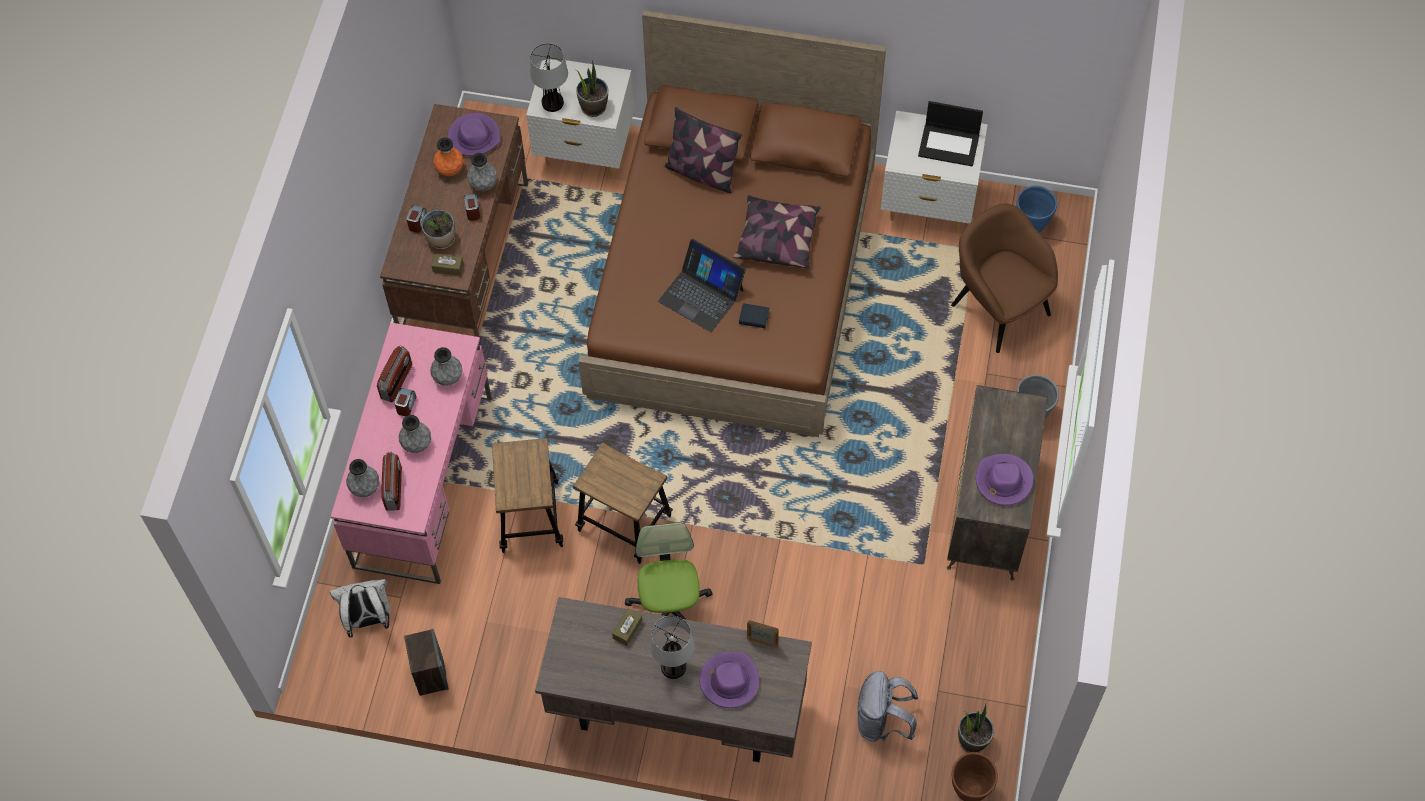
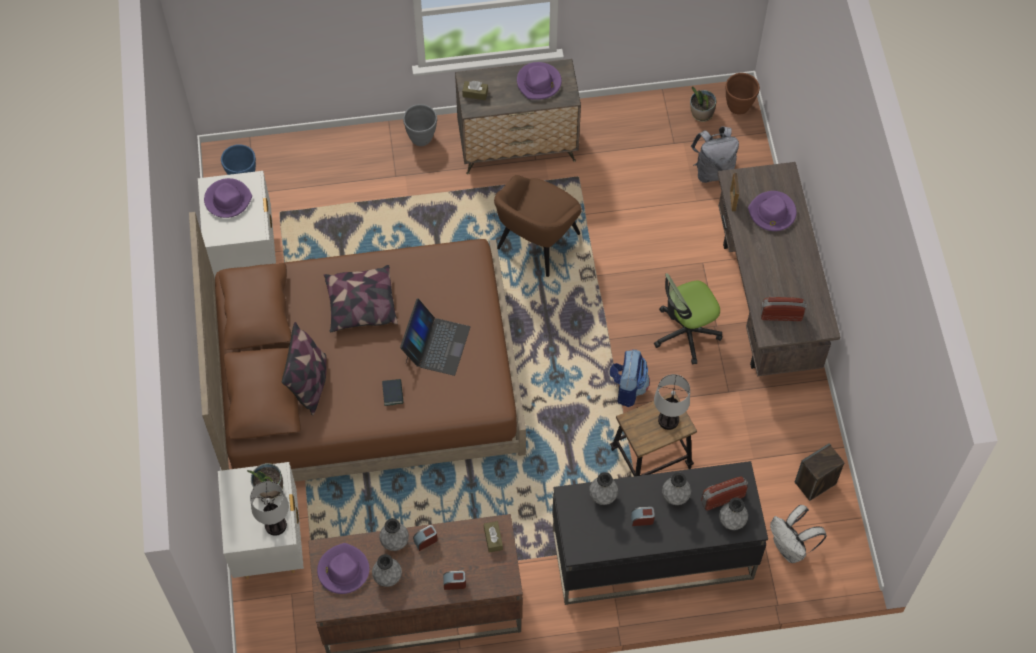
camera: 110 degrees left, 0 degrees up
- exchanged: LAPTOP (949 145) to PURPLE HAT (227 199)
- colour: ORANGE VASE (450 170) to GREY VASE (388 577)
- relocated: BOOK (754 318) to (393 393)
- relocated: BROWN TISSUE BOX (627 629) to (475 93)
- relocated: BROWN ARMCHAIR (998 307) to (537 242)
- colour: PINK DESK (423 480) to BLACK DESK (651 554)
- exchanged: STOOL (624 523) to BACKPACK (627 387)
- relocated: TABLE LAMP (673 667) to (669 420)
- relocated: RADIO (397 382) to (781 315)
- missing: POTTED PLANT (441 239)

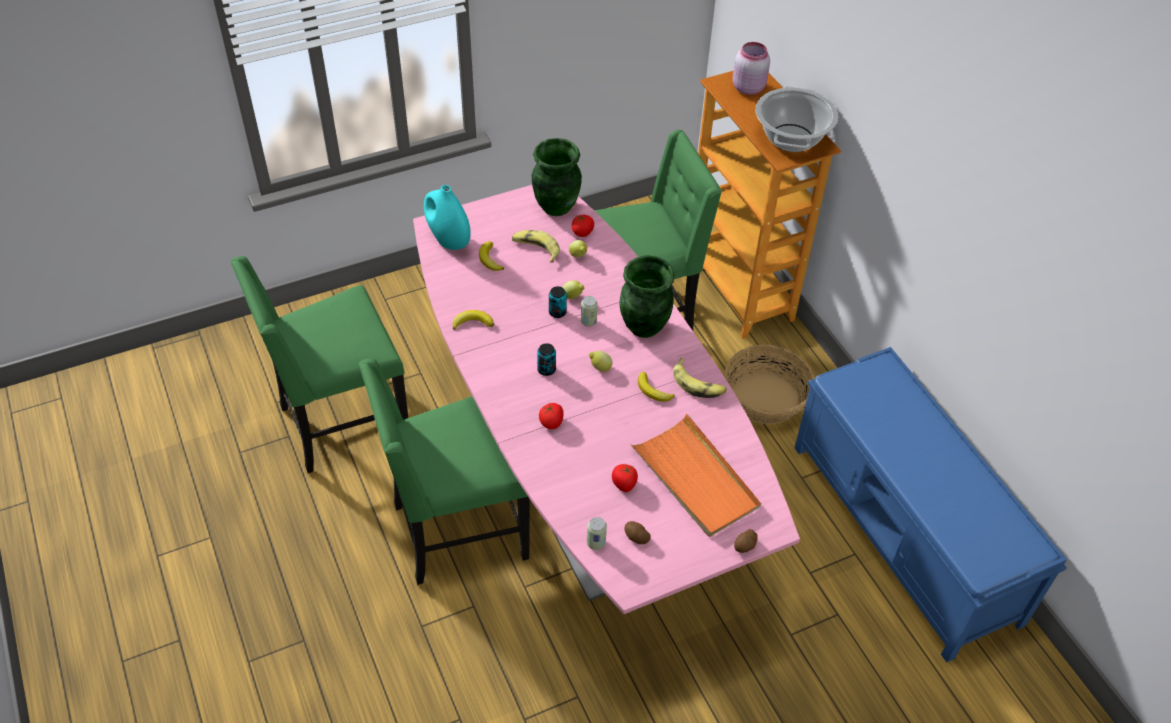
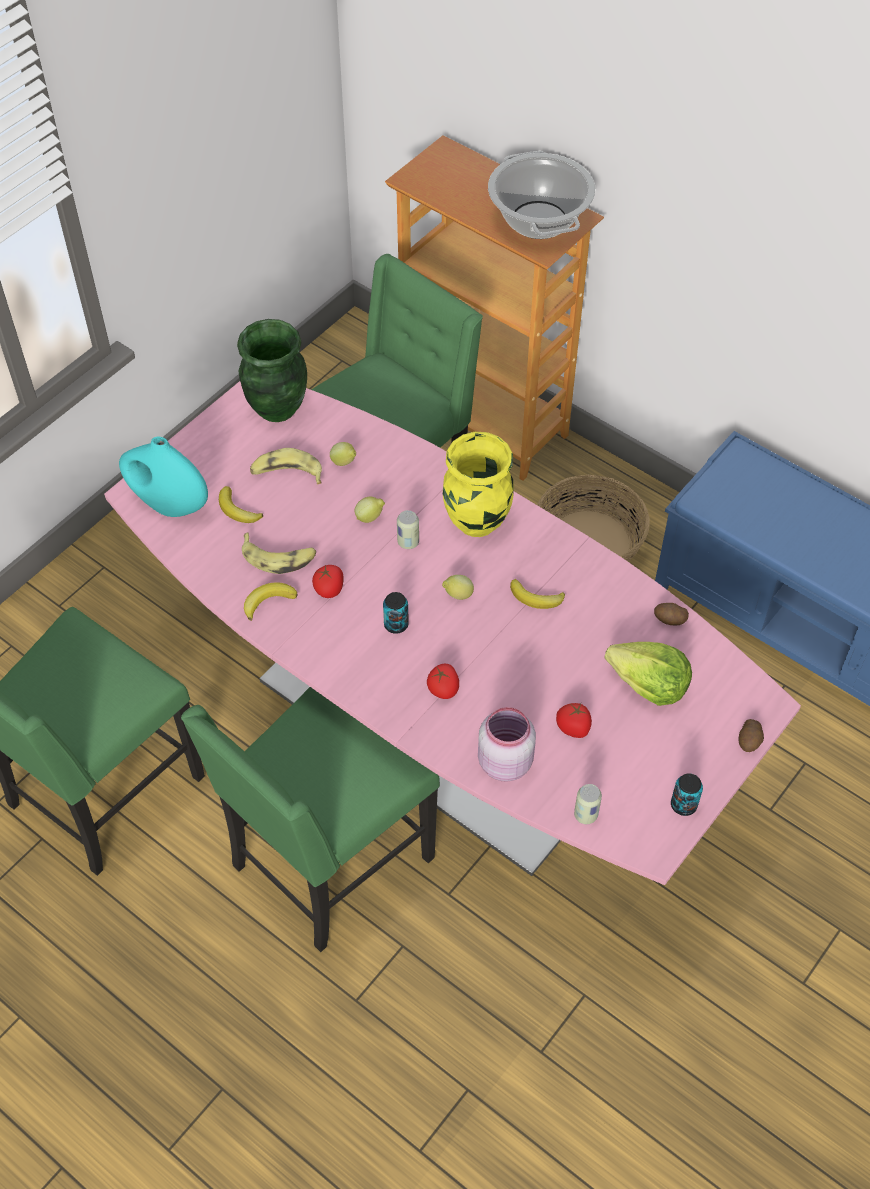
camera: 25 degrees left, 5 degrees up
- relocated: BANANA (698 384) to (279 557)
- relocated: TOMATO (582 232) to (329 589)
- colour: GREEN VASE (644 327) to YELLOW VASE (477 522)
- relocated: PINK JAR (748 87) to (504 761)
- exchanged: ORANGE TRAY (695 479) to LETTUCE (648 685)
- relocated: POTATO (636 537) to (669 620)
- relocated: CAN (557 312) to (683 805)

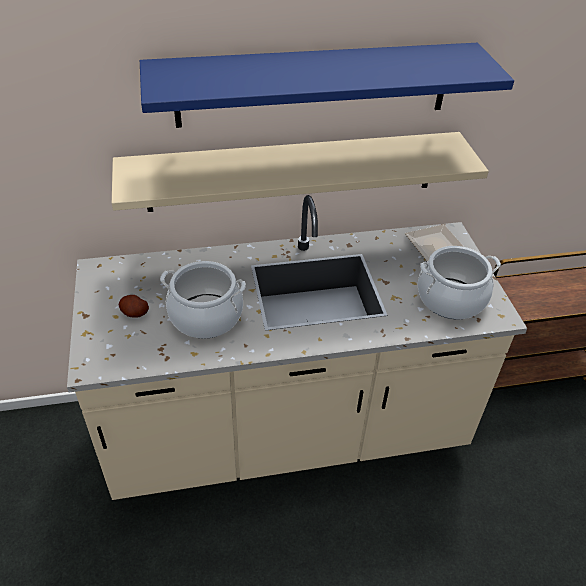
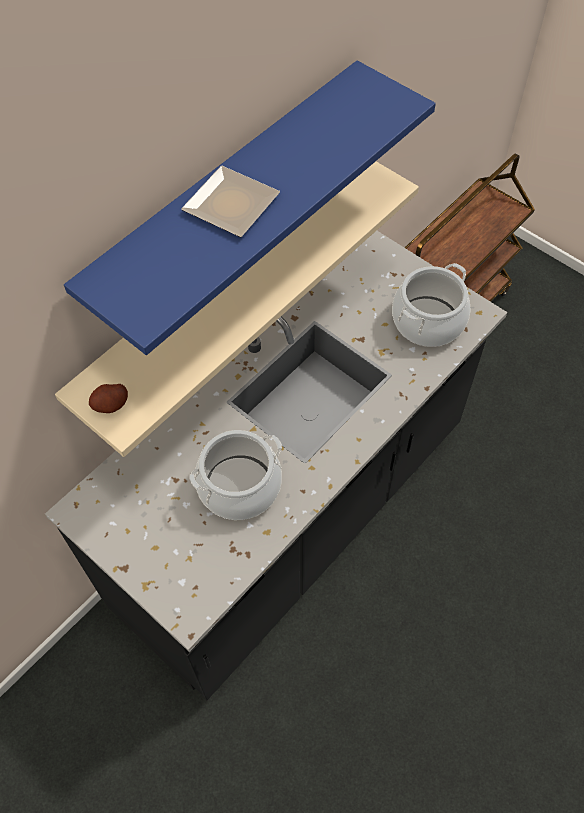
camera: 35 degrees left, 15 degrees up
- colour: BEIGE COUNTER (287 432) to BLACK COUNTER (294 518)
- relocated: POTATO (134 313) to (111 405)
- relocated: PLATE (434 246) to (232 207)

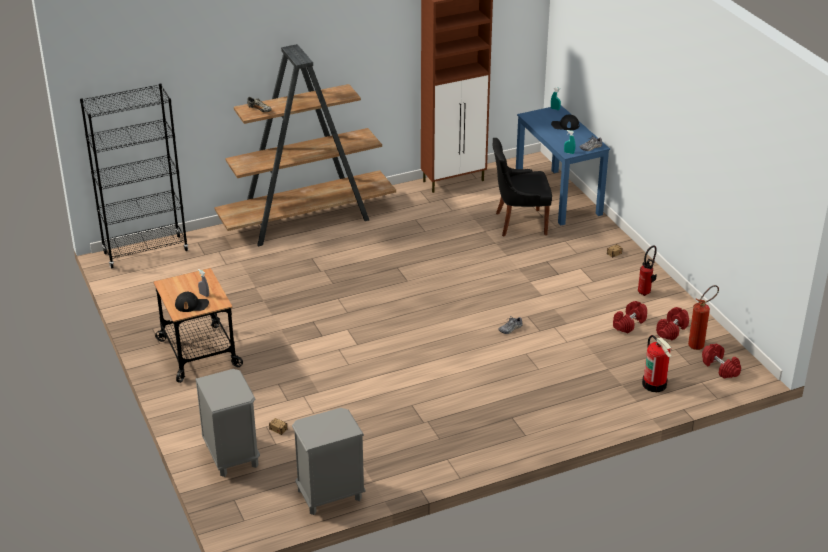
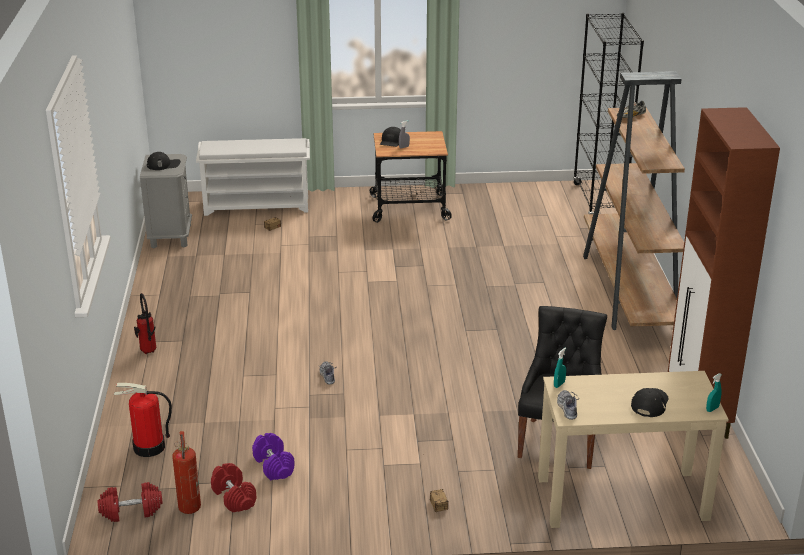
camera: 110 degrees right, 5 degrees down
- relocated: FIRE EXTINGUISHER (646 292) to (148 352)
- appeared: BLACK CAP (163 164)
- exchanged: GREY NIGHTSTAND (231 455) to WHITE SHOE RACK (258 205)
- colour: RED DUMBBELL (629 323) to PURPLE DUMBBELL (274 466)
- colour: BLUE DESK (558 197) to BEIGE DESK (621 498)

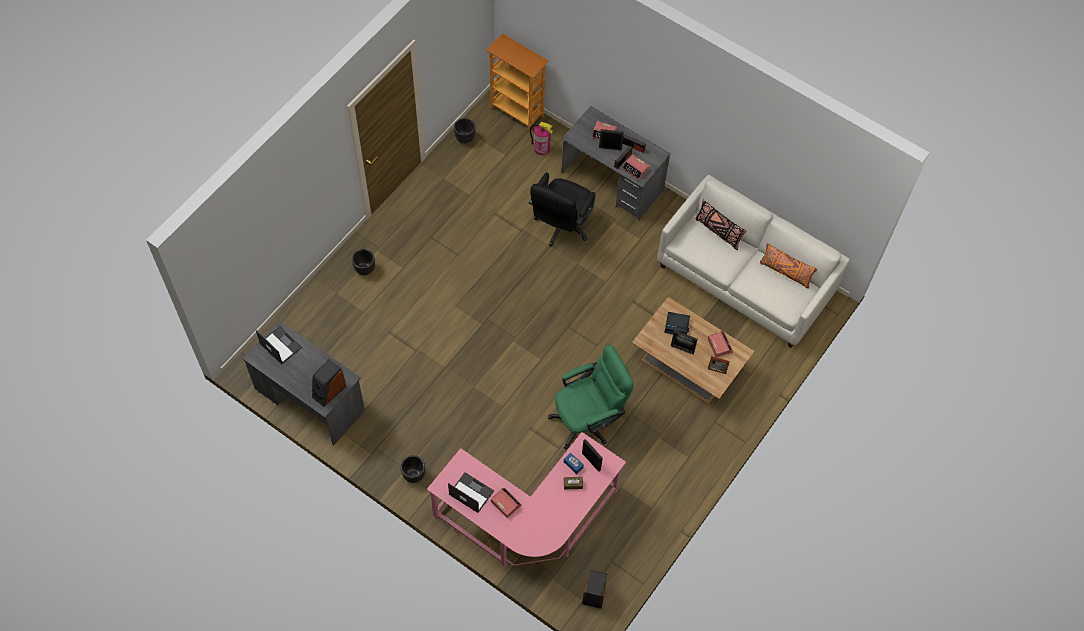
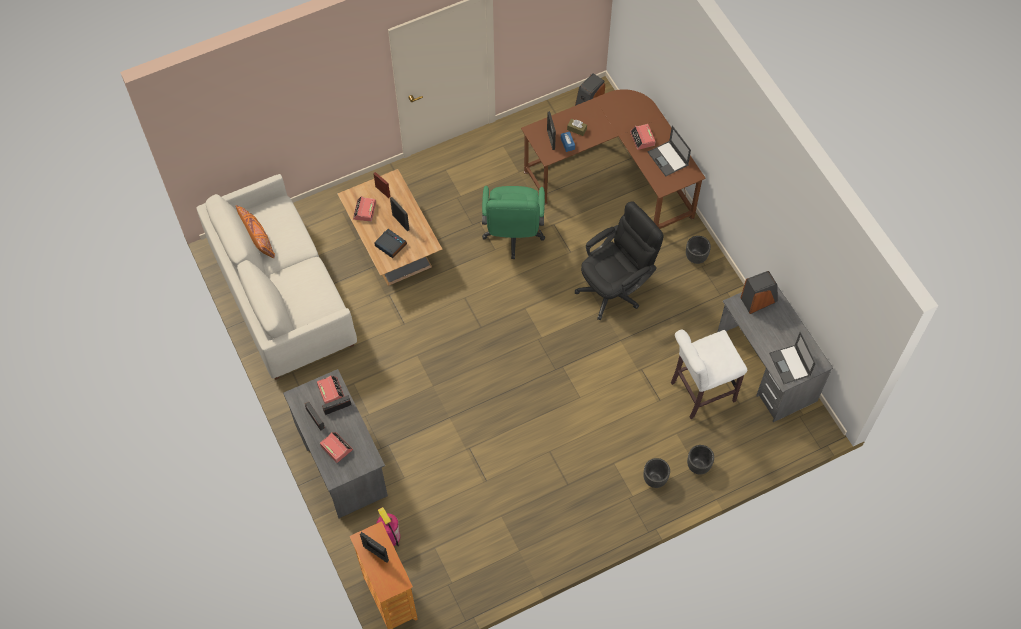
camera: 150 degrees left, 0 degrees up
- relocated: PICTURE FRAME (610 148) to (376 553)
- spun: GREEN OFFICE CHAIR (588 419) = (513 236) 90 degrees counterclockwise
- colour: PINK DESK (529 522) to BROWN DESK (613 178)
- relocated: BLACK OFFICE CHAIR (561 227) to (615 288)
- appeared: WHITE STOOL (699 393)
- relocated: BLACK PLANTER (465 138) to (698 466)
- missing: BLACK PILLOW (718 231)

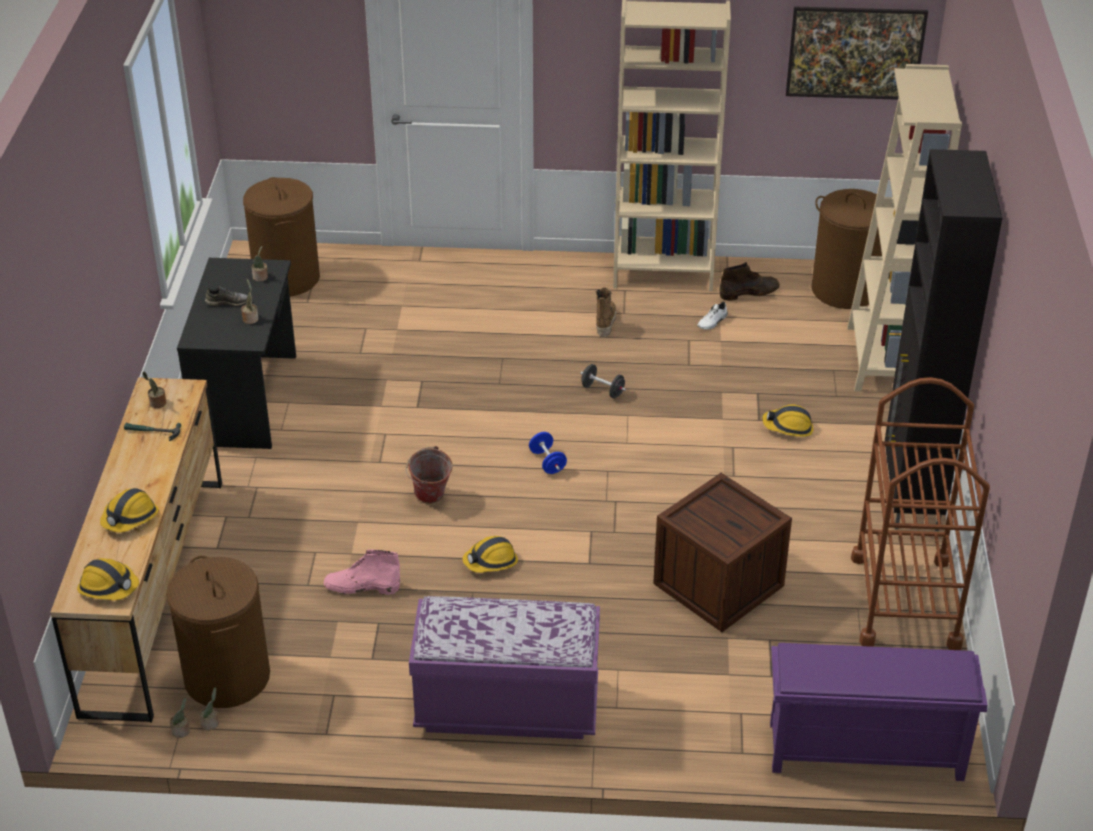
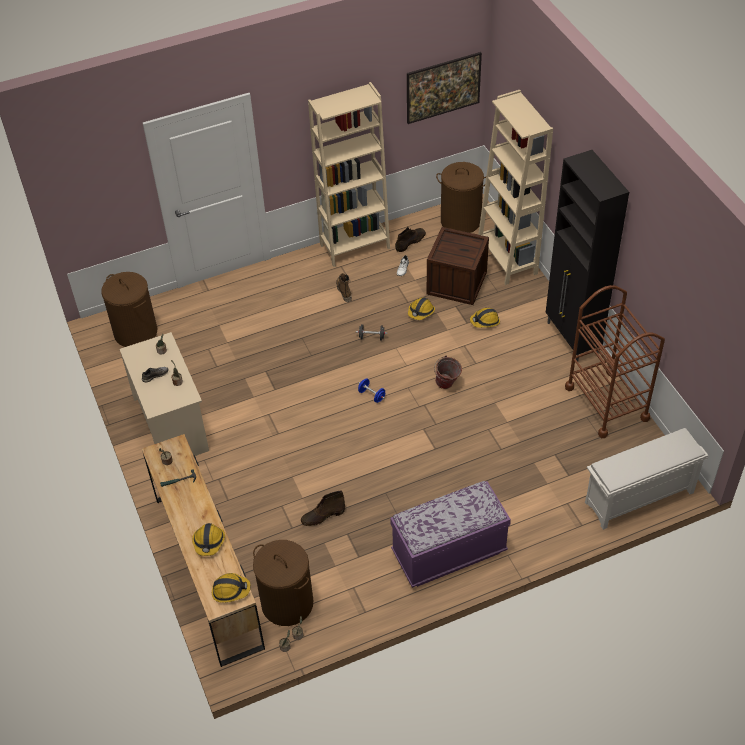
camera: 25 degrees left, 10 degrees up
- colour: BLACK DESK (248 399) to BEIGE DESK (172 424)
- colour: PINK BOOT (361 587) to BROWN BOOT (322 516)
- relocated: HARD HAT (491 561) to (421 312)
- relocated: CRATE (718 585) to (456 283)
- relocated: BUCKET (430 499) to (447 385)
- colour: PURPLE SHOE RACK (863 752) to WHITE SHOE RACK (638 498)

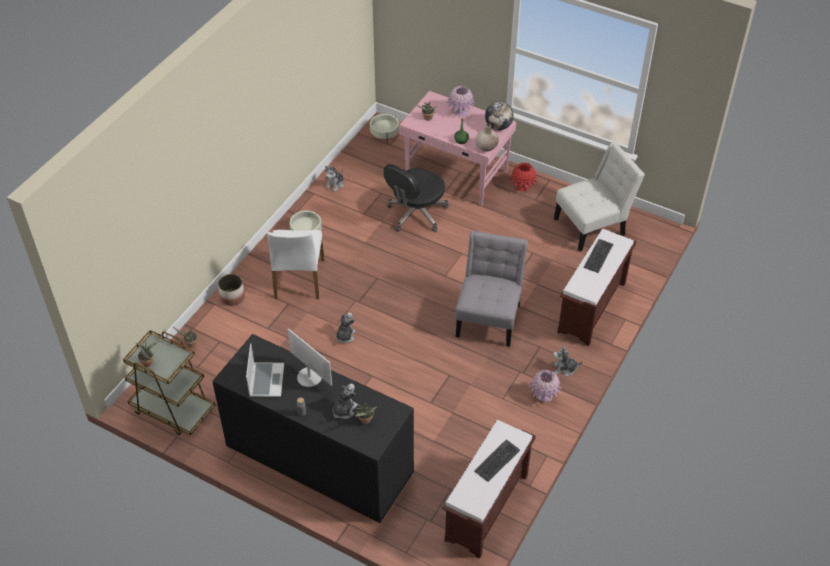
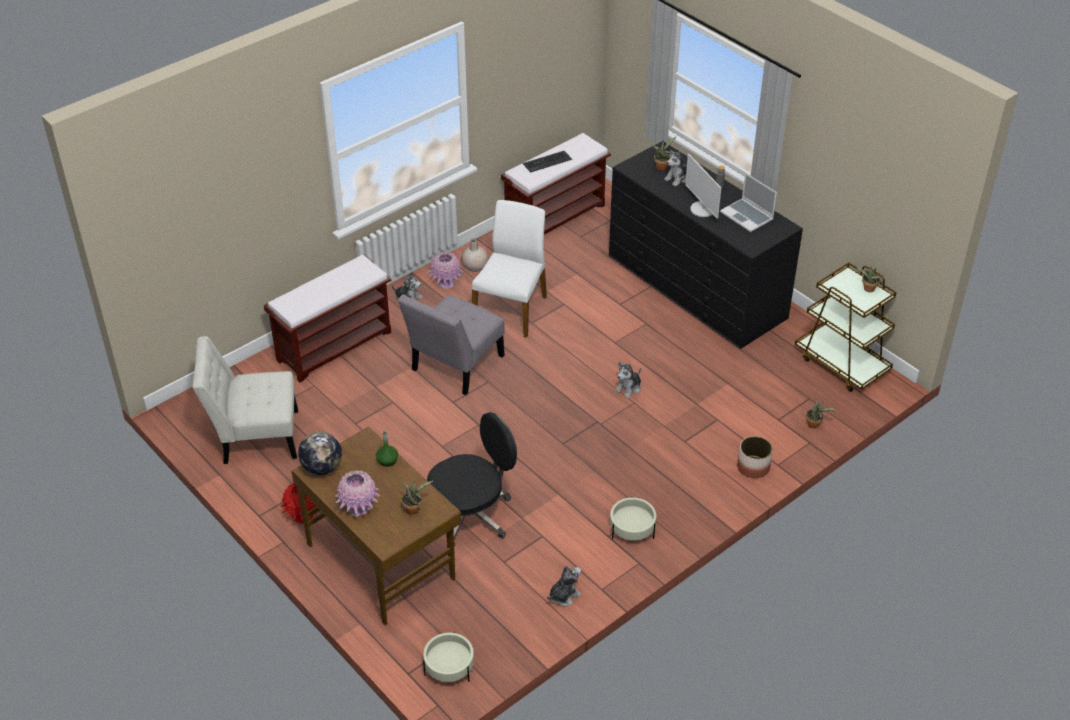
camera: 160 degrees left, 5 degrees down
- colour: PINK DESK (456 175) to BROWN DESK (381 560)
- relocated: BEIGE VASE (486 147) to (474 266)
- relocated: WHITE CHAIR (298 279) to (511 309)
- spun: LAPTOP (266 380) = (747 216) 60 degrees counterclockwise
- missing: KEYBOARD (598 256)

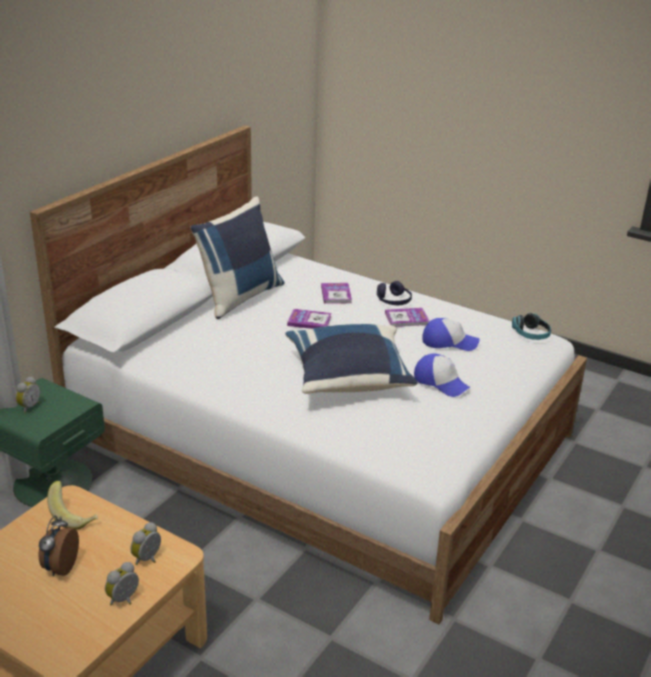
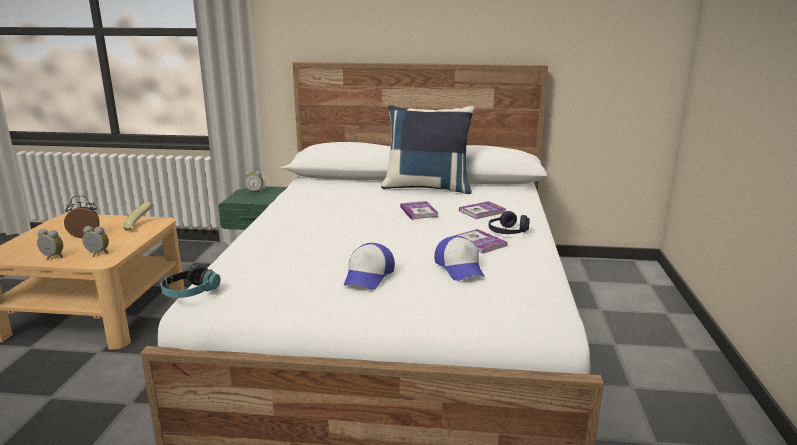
camera: 65 degrees right, 10 degrees down
- relocated: HEADPHONES (530 334) to (190 292)
- missing: BLUE PILLOW (349 379)

